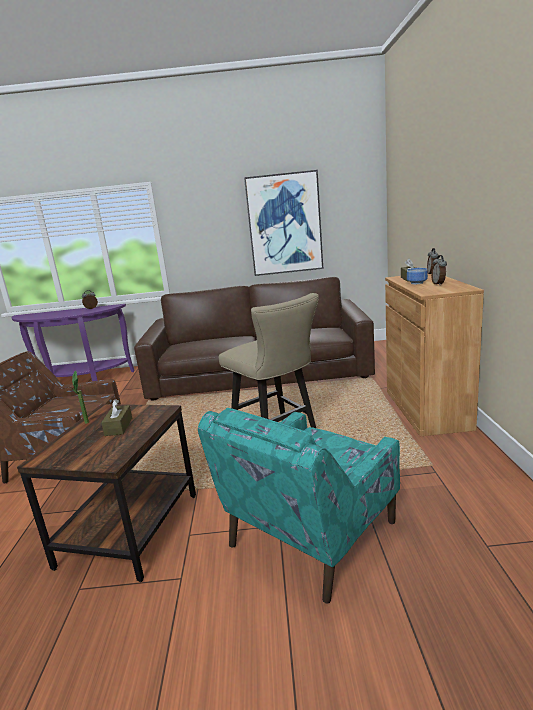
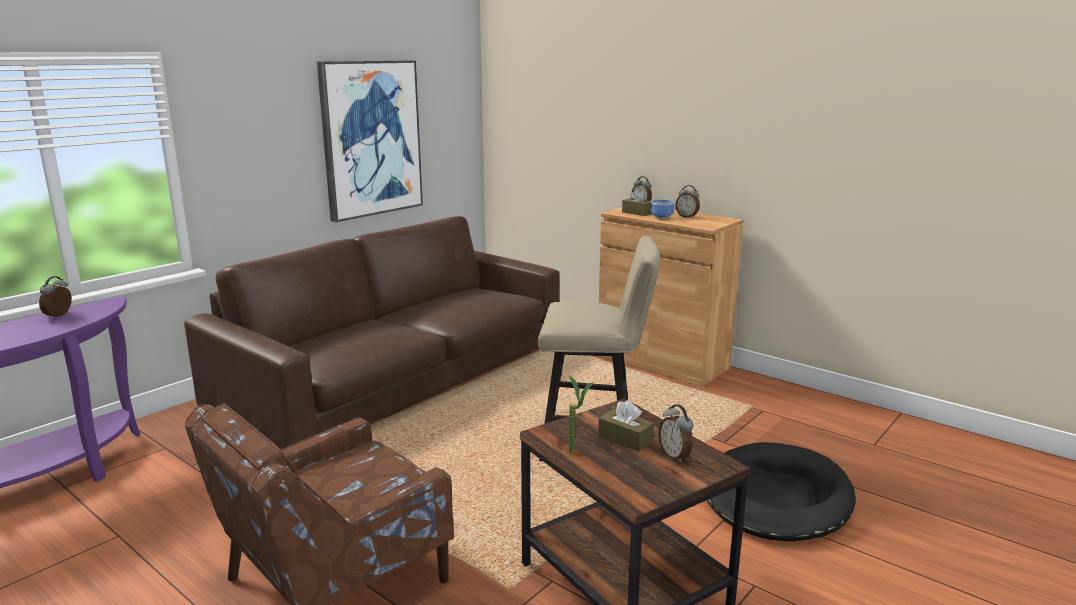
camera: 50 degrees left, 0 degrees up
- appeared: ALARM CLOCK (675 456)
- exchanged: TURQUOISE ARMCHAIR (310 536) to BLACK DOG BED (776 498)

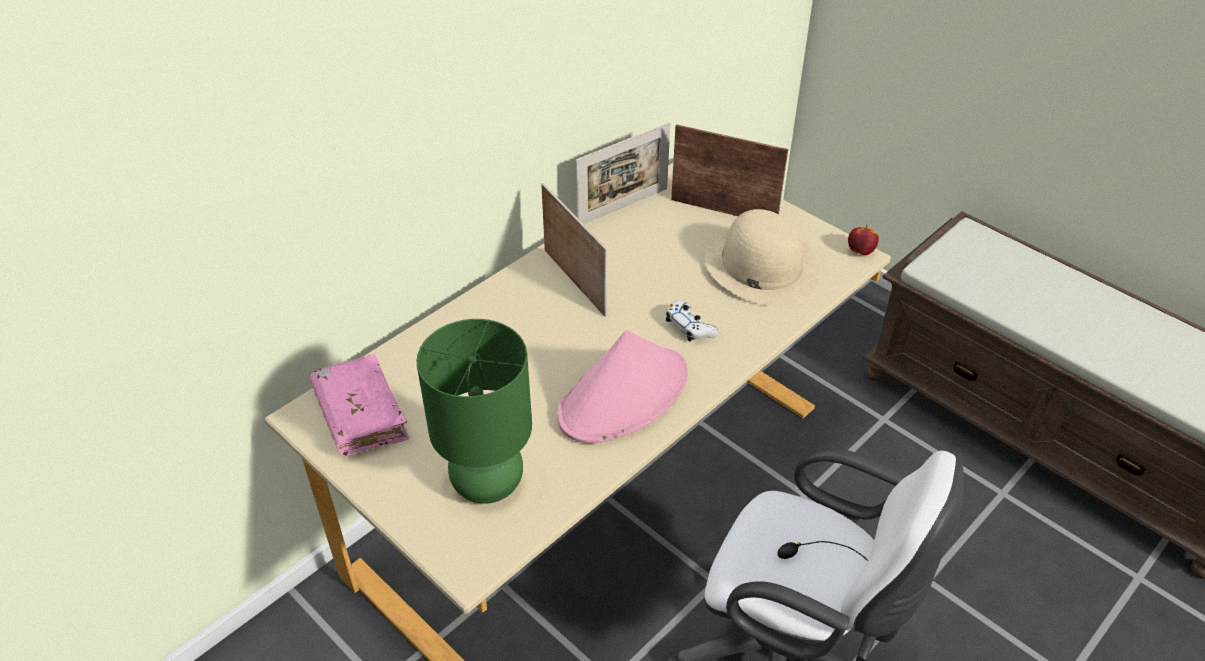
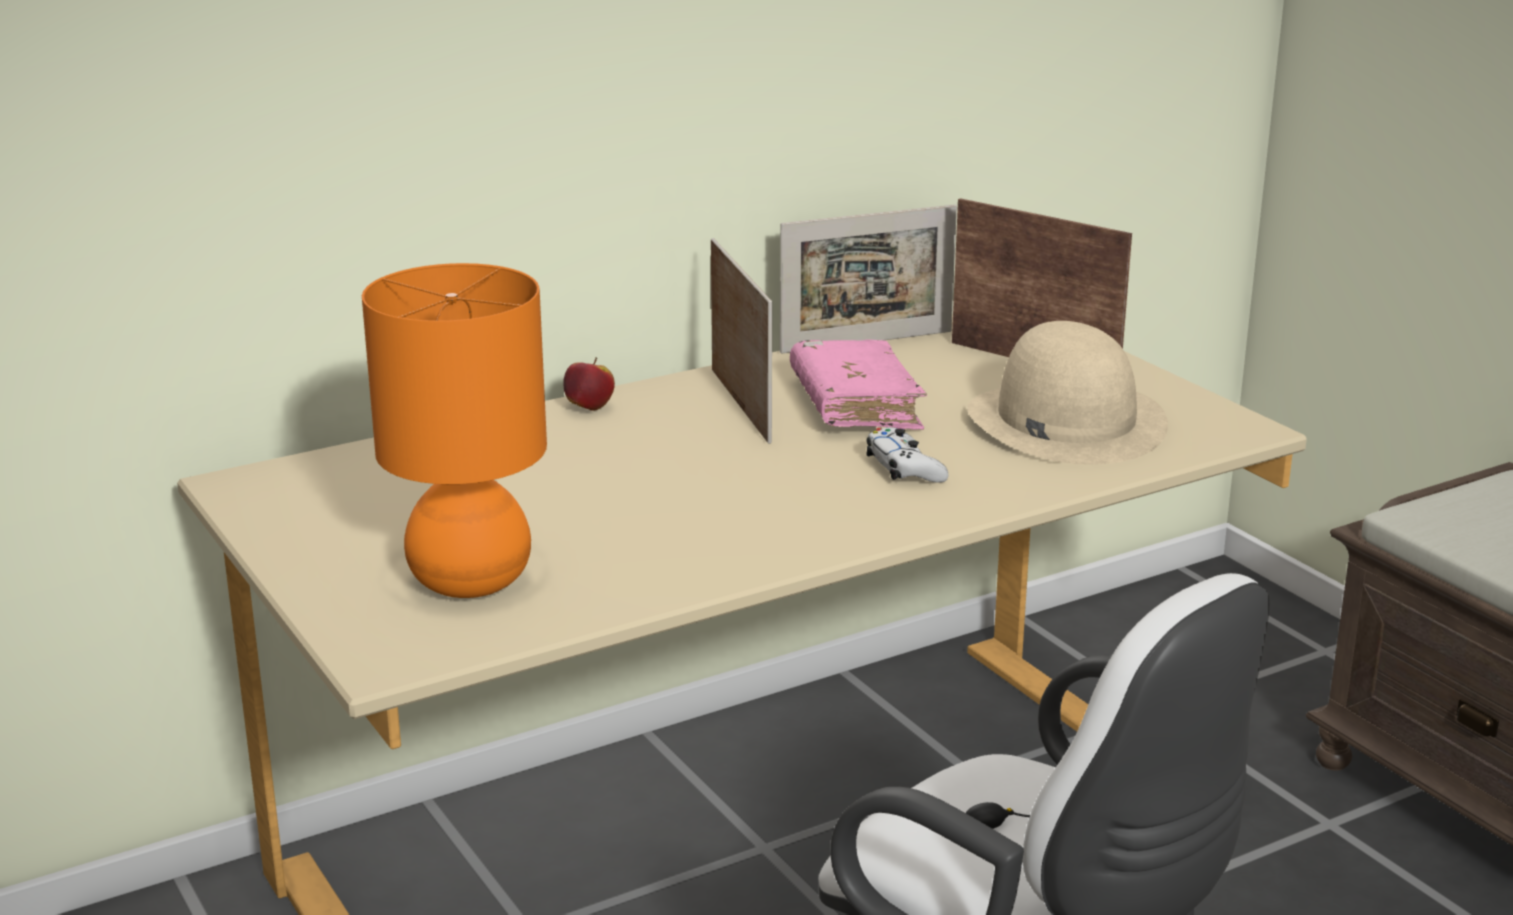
camera: 15 degrees right, 20 degrees down
- colour: GREEN TABLE LAMP (487 482) to ORANGE TABLE LAMP (470 581)
- relocated: APPLE (860 251) to (589 408)
- relocated: PINK BOOK (361 415) to (855 405)
- missing: PINK HAT (624 395)

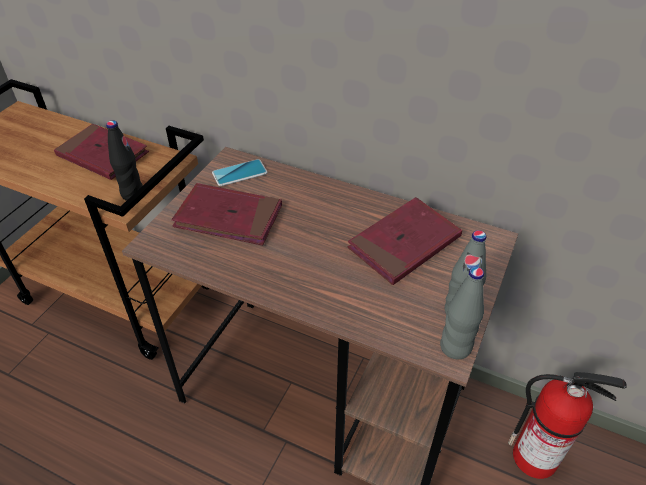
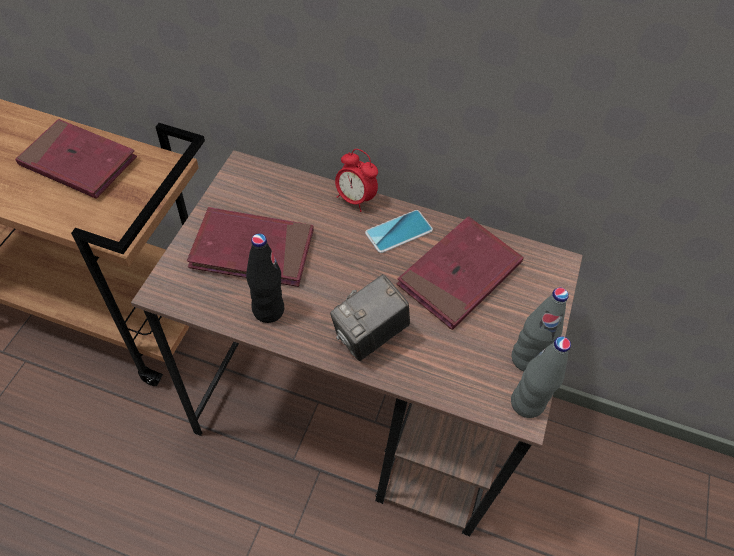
camera: 10 degrees left, 10 degrees up
- relocated: BLACK BOTTLE (133 194) to (268 310)
- appeared: PHOTO CAMERA (369 336)
- appeared: ALARM CLOCK (354 199)
- relocated: PHONE (239 173) to (398 232)
- missing: FIRE EXTINGUISHER (536 457)

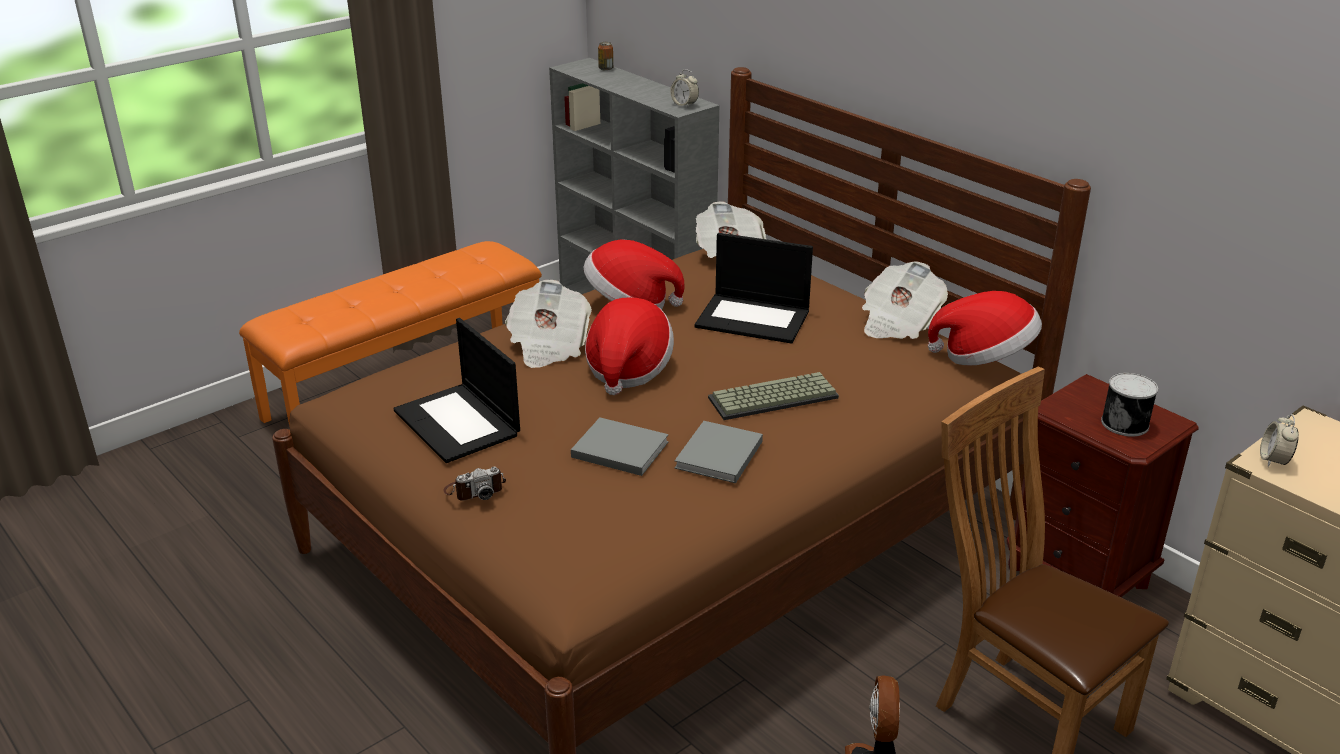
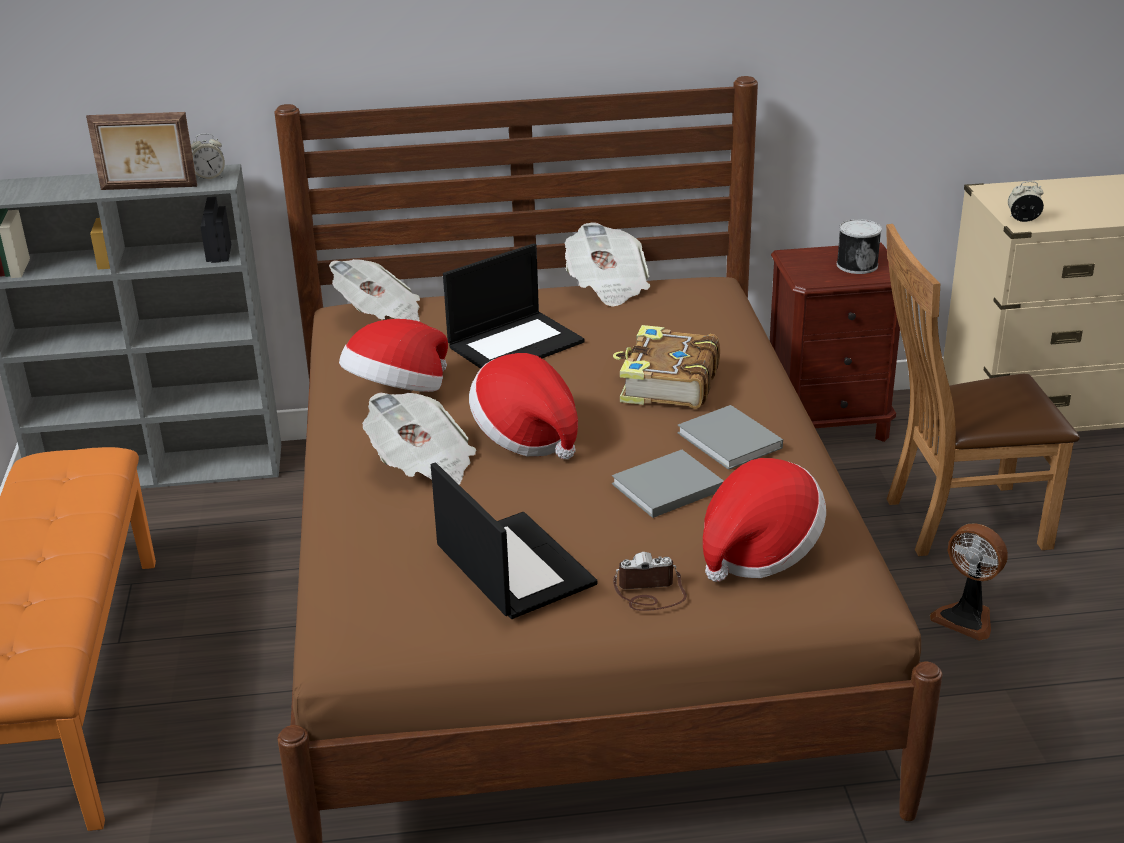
camera: 55 degrees left, 0 degrees up
- appeared: PICTURE FRAME (148 188)
- spun: LAPTOP (458 423) = (512 566) 120 degrees counterclockwise
- exchanged: KEYBOARD (772 399) to BOOK (667 384)
- spun: PHOTO CAMERA (475 490) = (649 593) 105 degrees counterclockwise
- relocated: HAT (984 357) to (758 551)
- spun: ALARM CLOCK (1273 460) = (1023 219) 135 degrees clockwise
- missing: CAN (606 69)

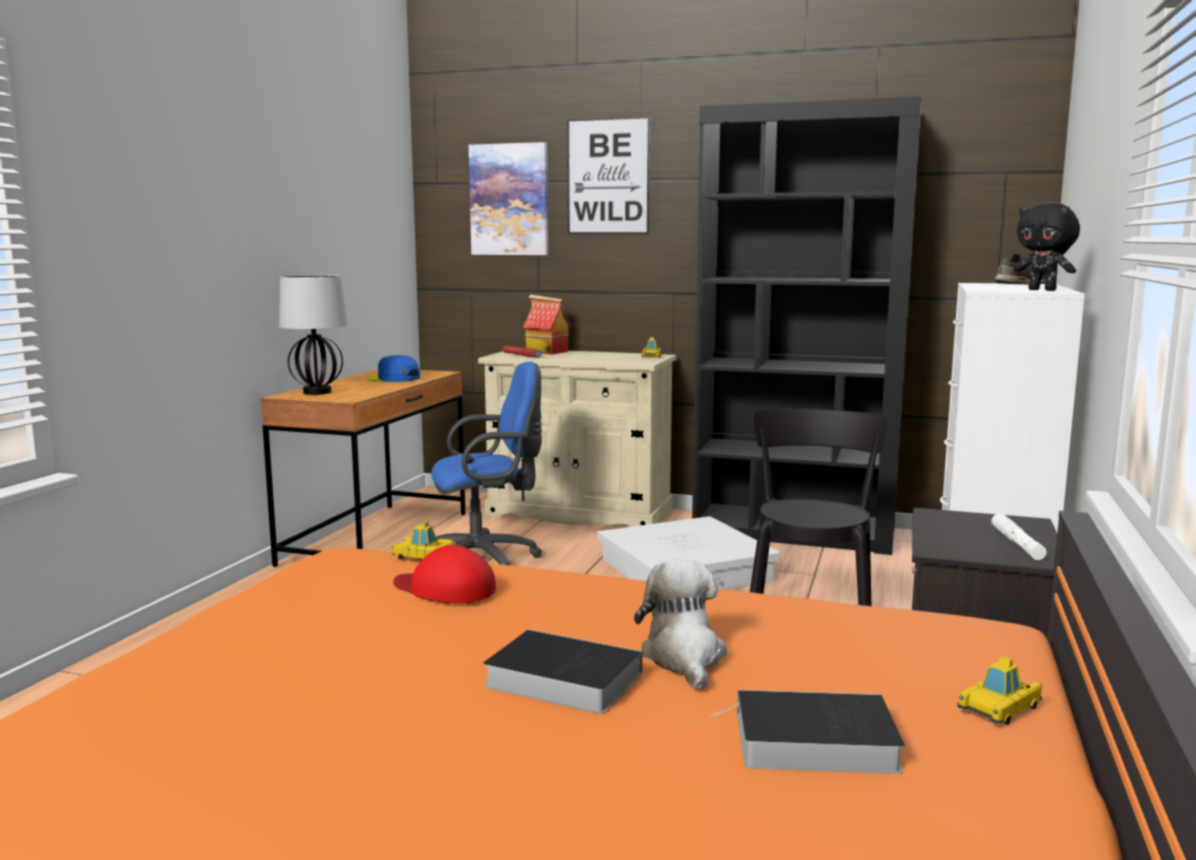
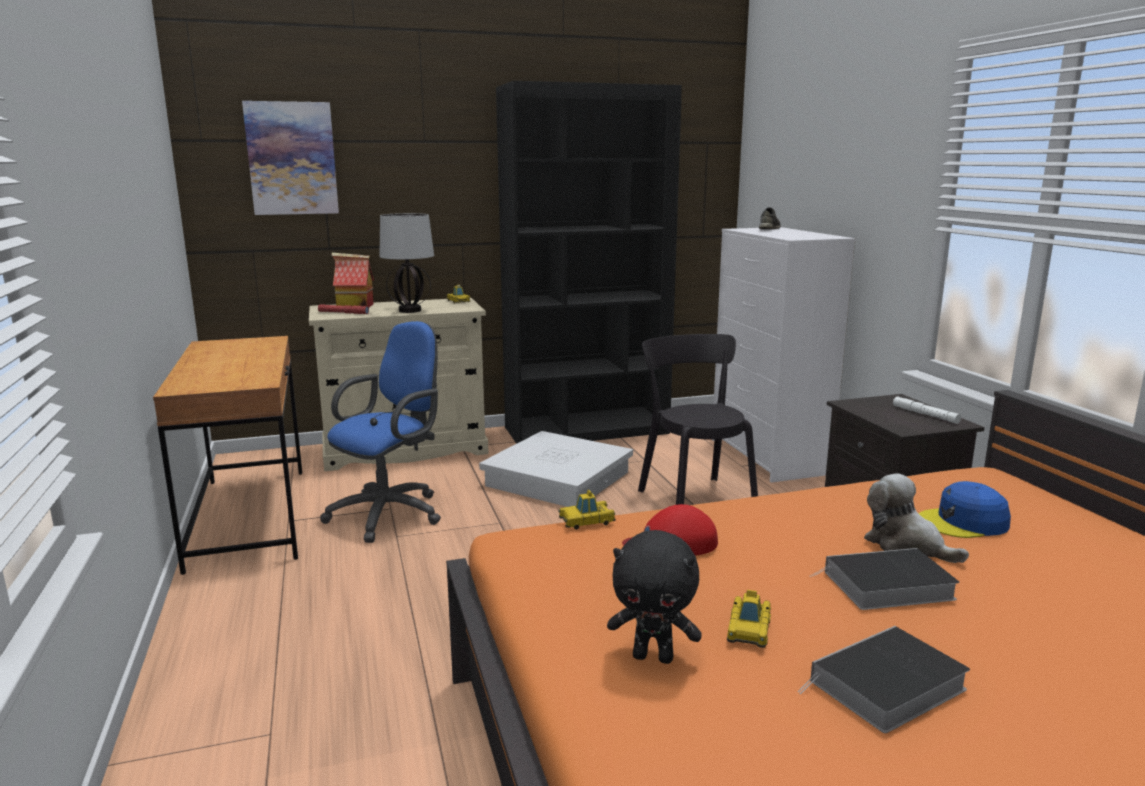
camera: 35 degrees left, 5 degrees up
- relocated: TABLE LAMP (318 392) to (410 310)
- relocated: BLACK PLUSH TOY (1043 290) to (653 657)
- relocated: TOY CAR (999 707) to (748 630)
- relocated: BOOK (809 742) to (886 687)
- relocated: BLUE CAP (393 379) to (963 522)
- missing: PICTURE (608 176)

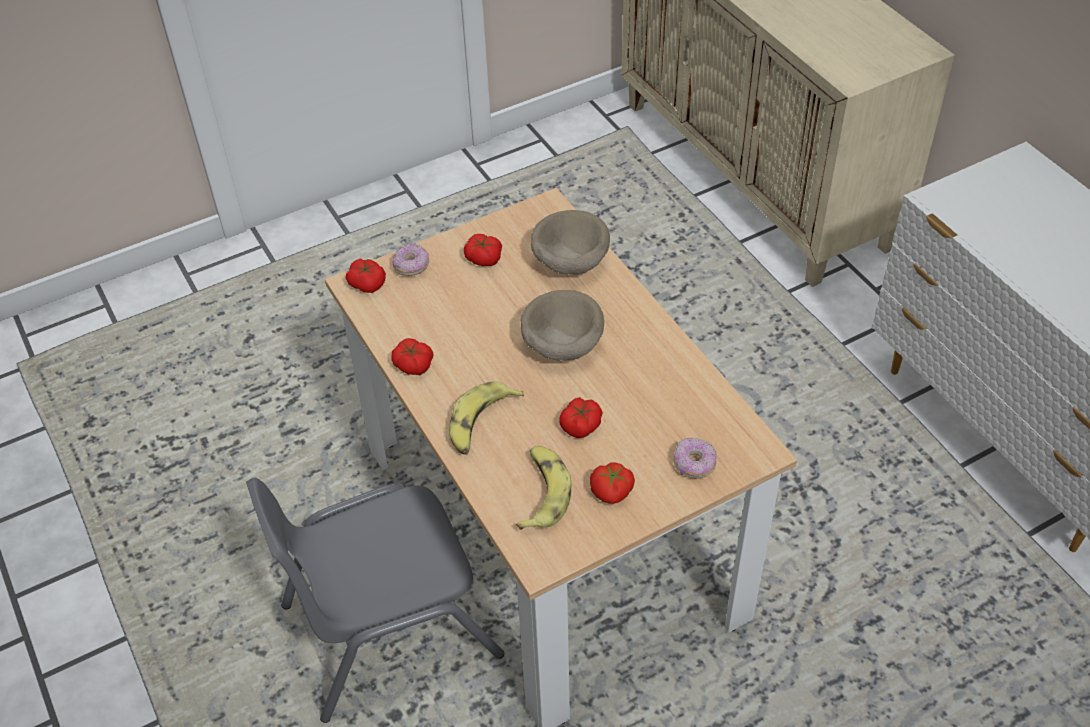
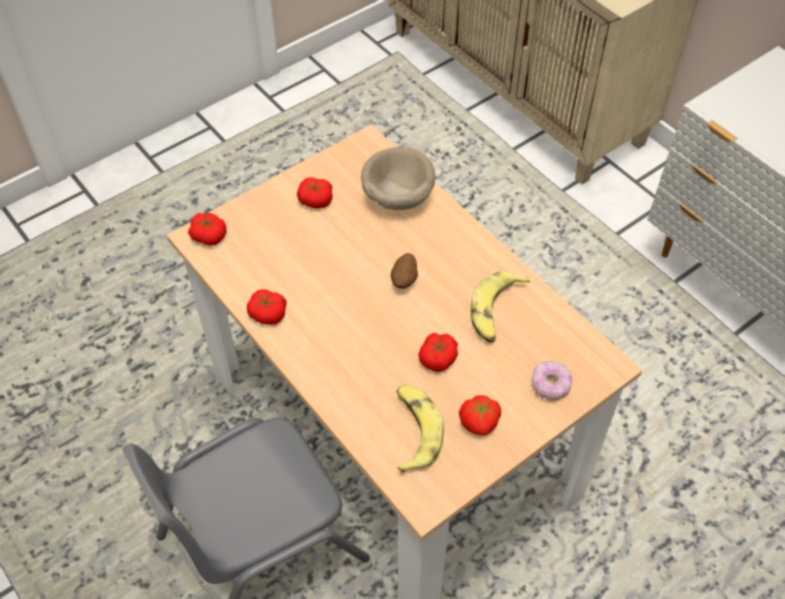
camera: 10 degrees left, 5 degrees up
- exchanged: BEIGE BOWL (561 345) to POTATO (404 280)
- relocated: BANANA (481 424) to (495 311)
- missing: DONUT (411 266)

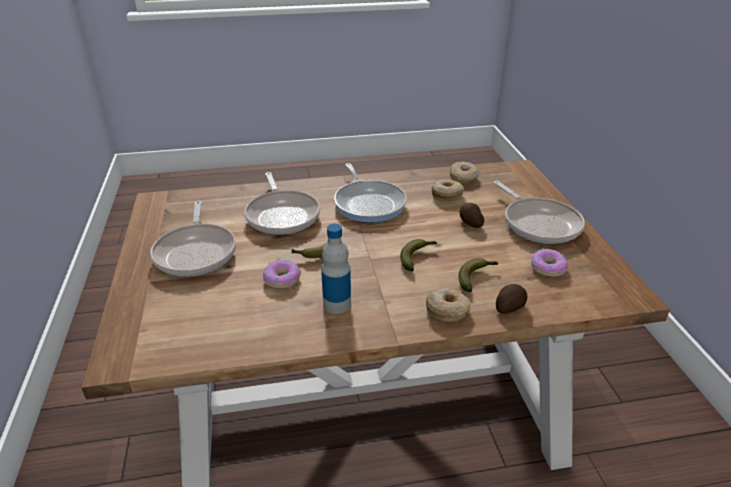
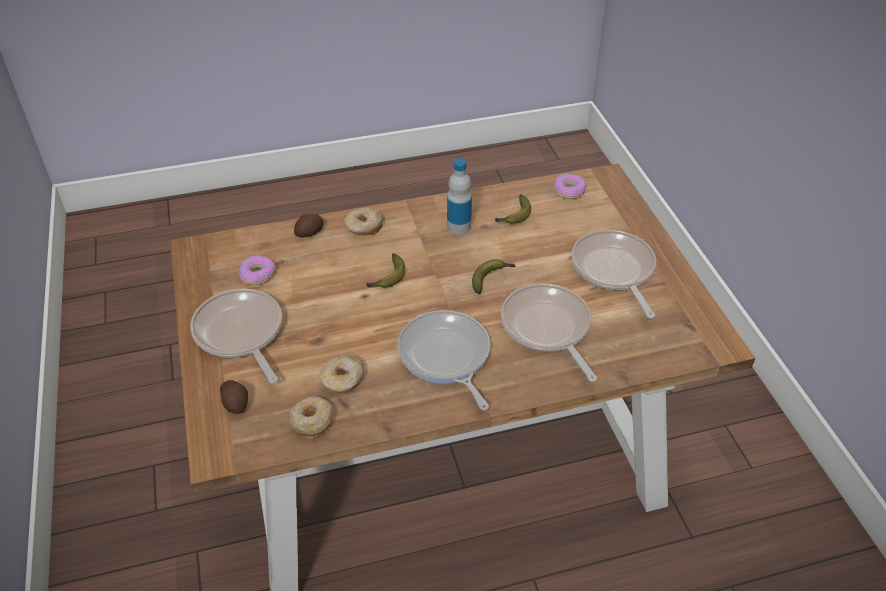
camera: 175 degrees right, 10 degrees up
- relocated: POTATO (470 223) to (235 403)
- relocated: BANANA (476 277) to (514 216)
- relocated: DONUT (282 279) to (569 190)

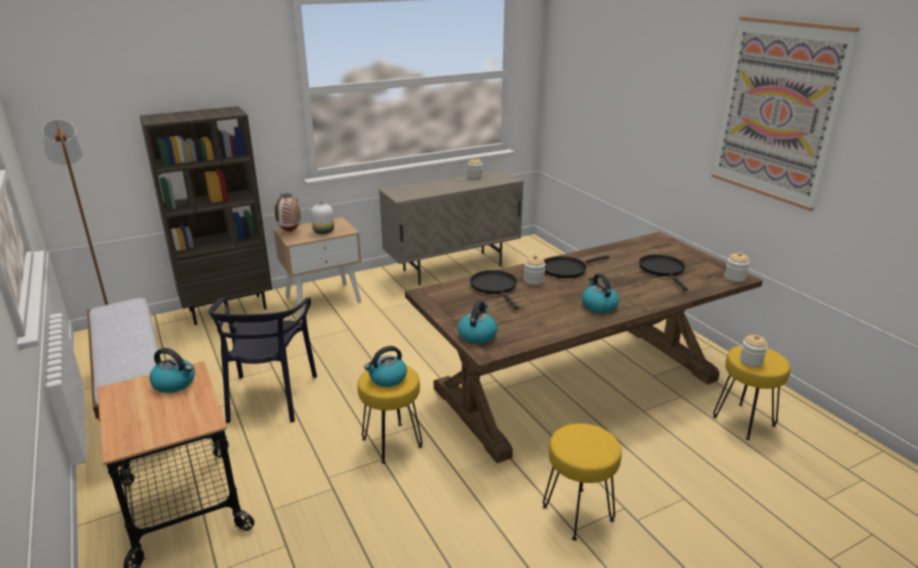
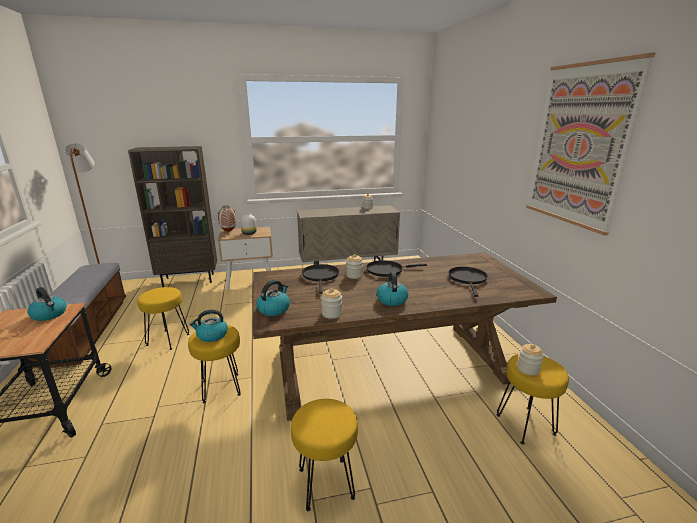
camera: 15 degrees right, 5 degrees down
- exchanged: BLACK CHAIR (270 397) to YELLOW STOOL (167 339)
- relocated: JAR (735 278) to (332 313)

